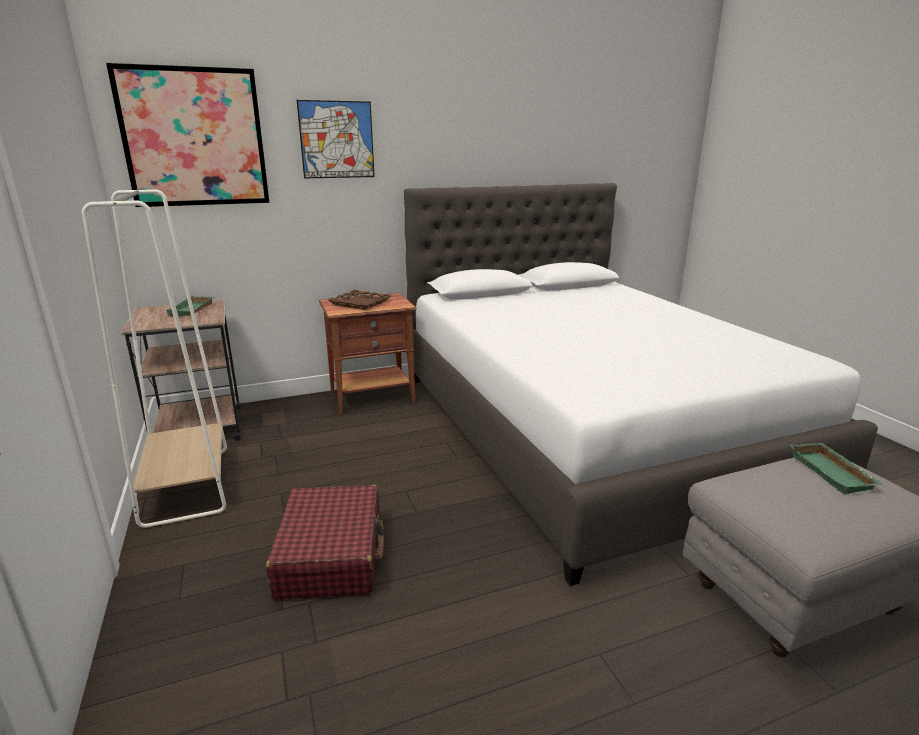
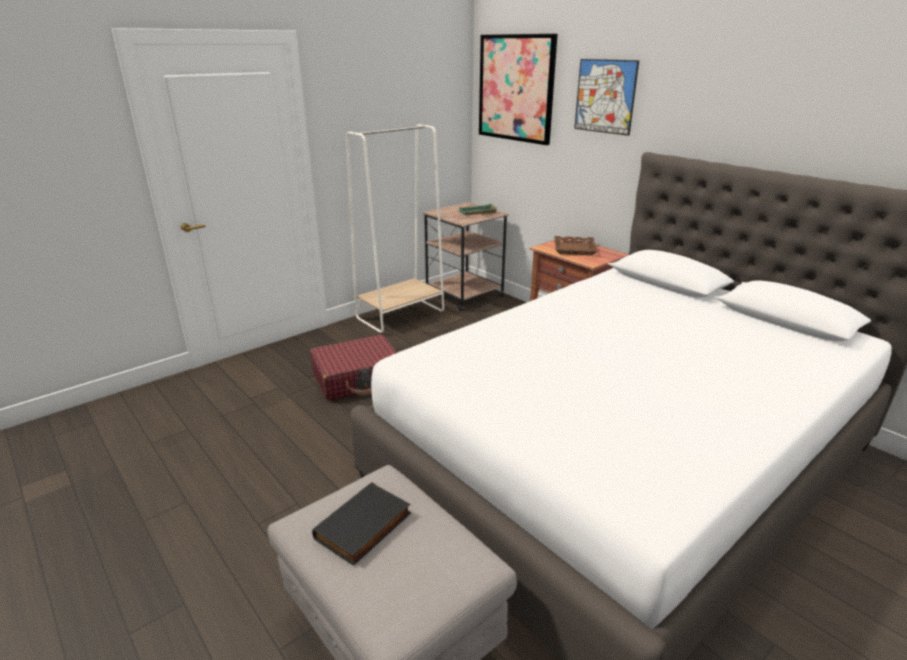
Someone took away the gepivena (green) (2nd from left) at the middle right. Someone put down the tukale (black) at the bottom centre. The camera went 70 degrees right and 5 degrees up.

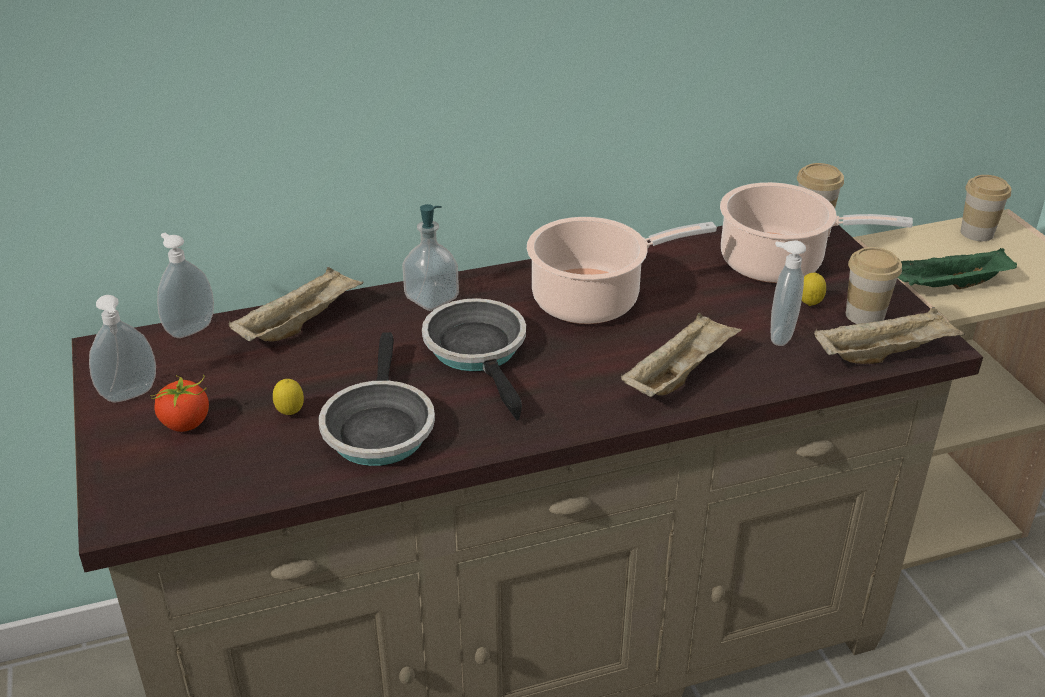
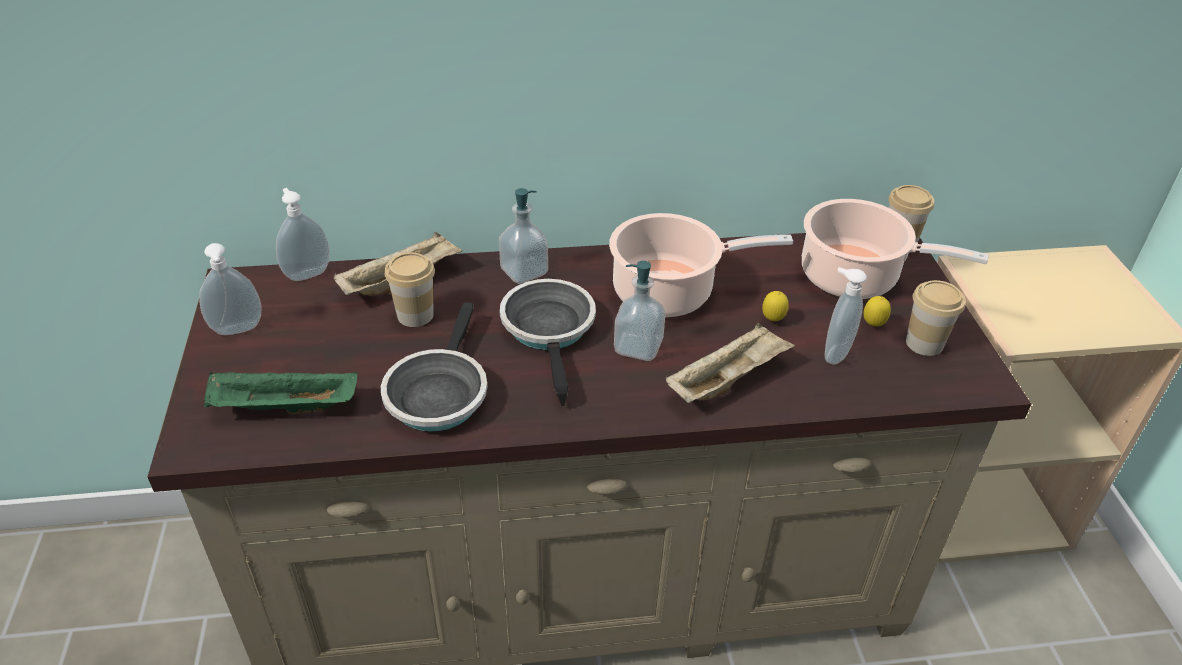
Someone took away the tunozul at the middle left. Someone took away the gepivena (beige) (3rd from left) at the middle right. Someone put down the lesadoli (4th from left) at the centre. Someone carried the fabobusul (1st from left) from the middle left to the centre. Someone carried the gepivena (green) from the middle right to the middle left. Someone carried the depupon (3rd from left in the first image) from the top right to the centre. The camera went 10 degrees right and 5 degrees up.

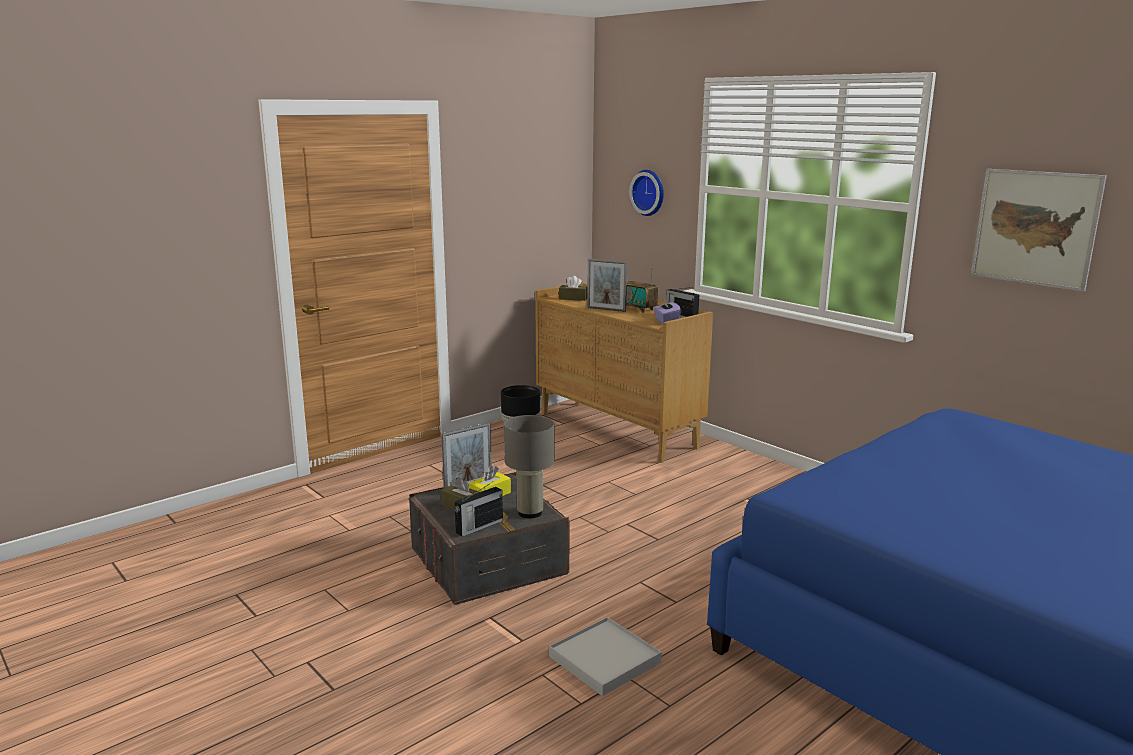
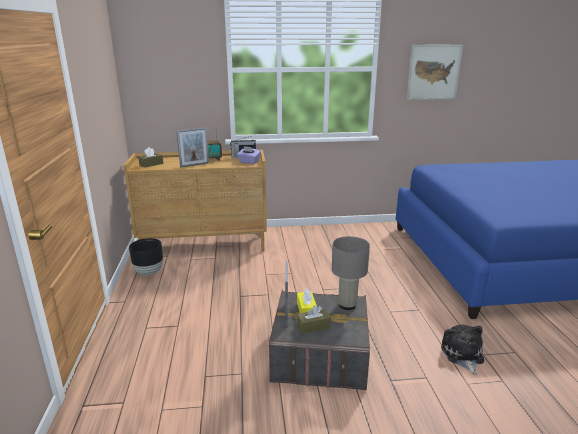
Someone took away the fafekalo (1st from left) at the bottom centre. Someone took away the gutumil at the top centre. Someone swapped the gepivena (white) at the bottom centre for the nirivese at the bottom right. The camera went 55 degrees left and 5 degrees up.

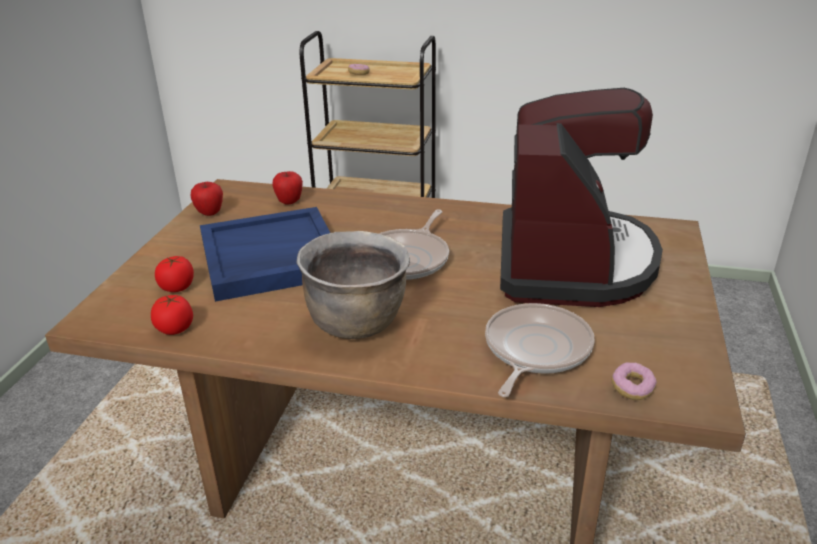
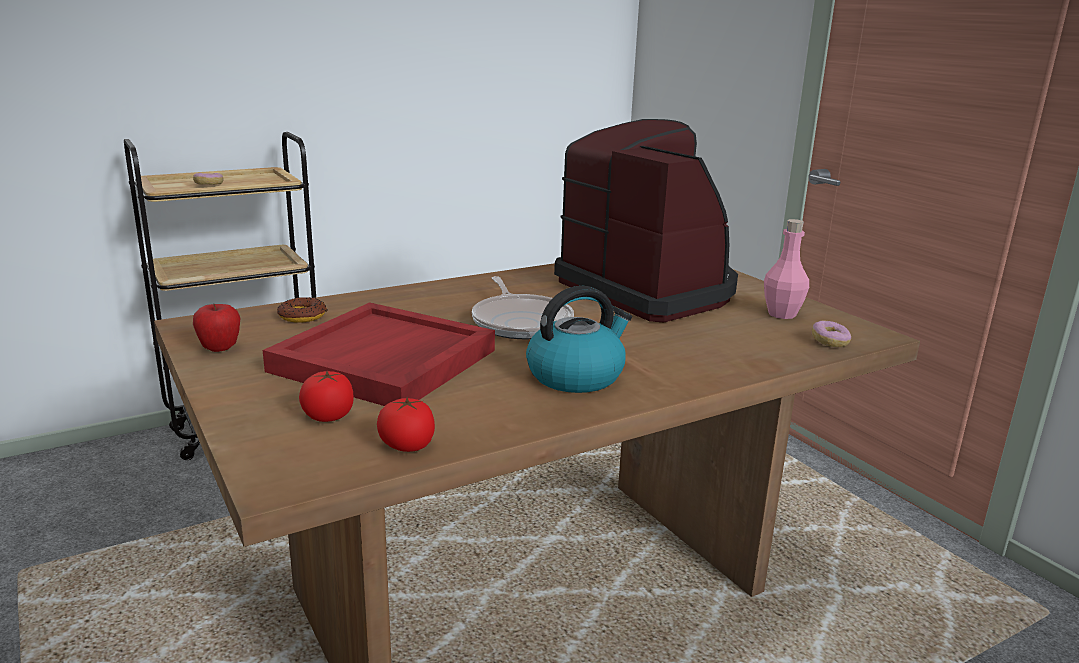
Someone took away the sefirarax (2nd from left) at the centre. Someone put down the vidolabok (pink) at the middle right. Someone swapped the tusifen (2nd from left) at the centre for the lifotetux (2nd from left) at the middle left. Someone swapped the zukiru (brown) at the centre for the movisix at the centre. Someone repainted the gepivena (blue) at the middle left, which became the gepivena (red) at the centre. The camera went 45 degrees left and 10 degrees down.

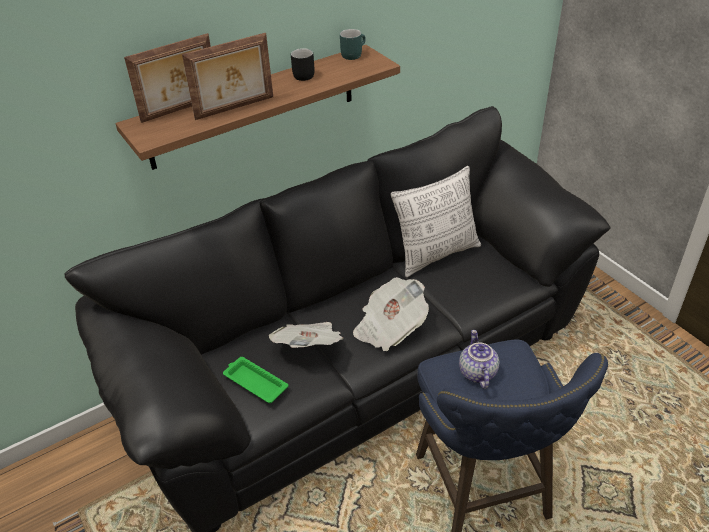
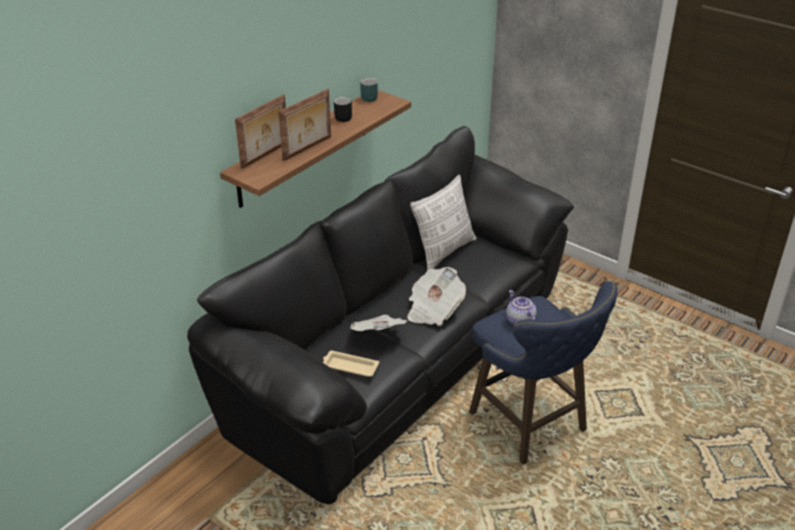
Someone repainted the gepivena (green) at the bottom centre, which became the gepivena (beige) at the bottom centre. The camera went 20 degrees left and 5 degrees down.

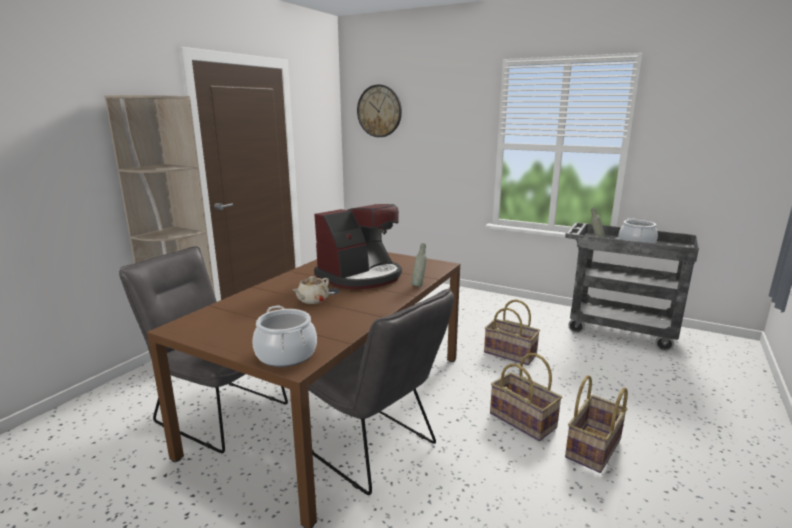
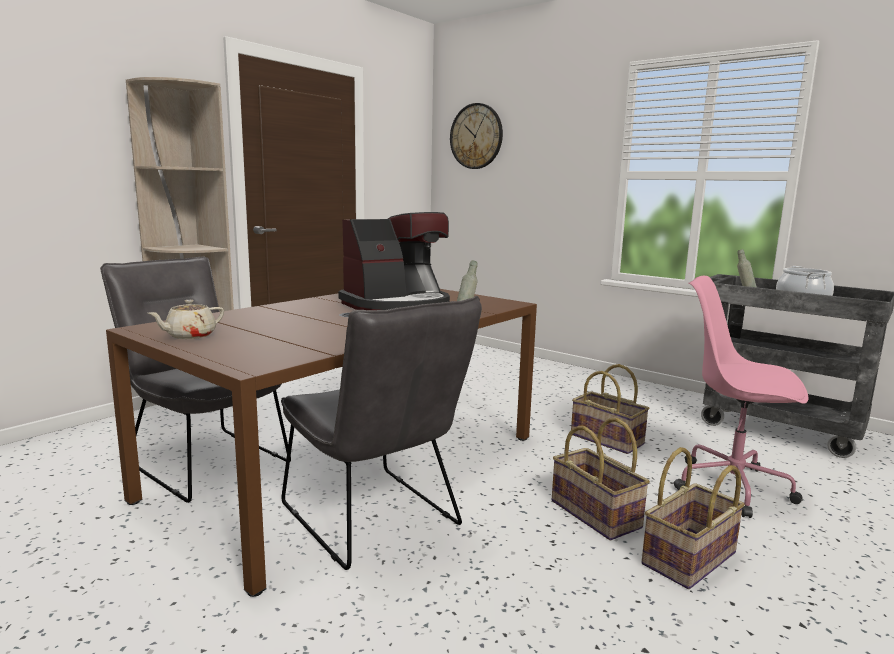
Someone took away the zukiru (1st from left) at the centre. Someone put down the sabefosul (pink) at the middle right. Someone carried the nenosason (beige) from the centre to the middle left. The camera went 10 degrees right and 5 degrees down.

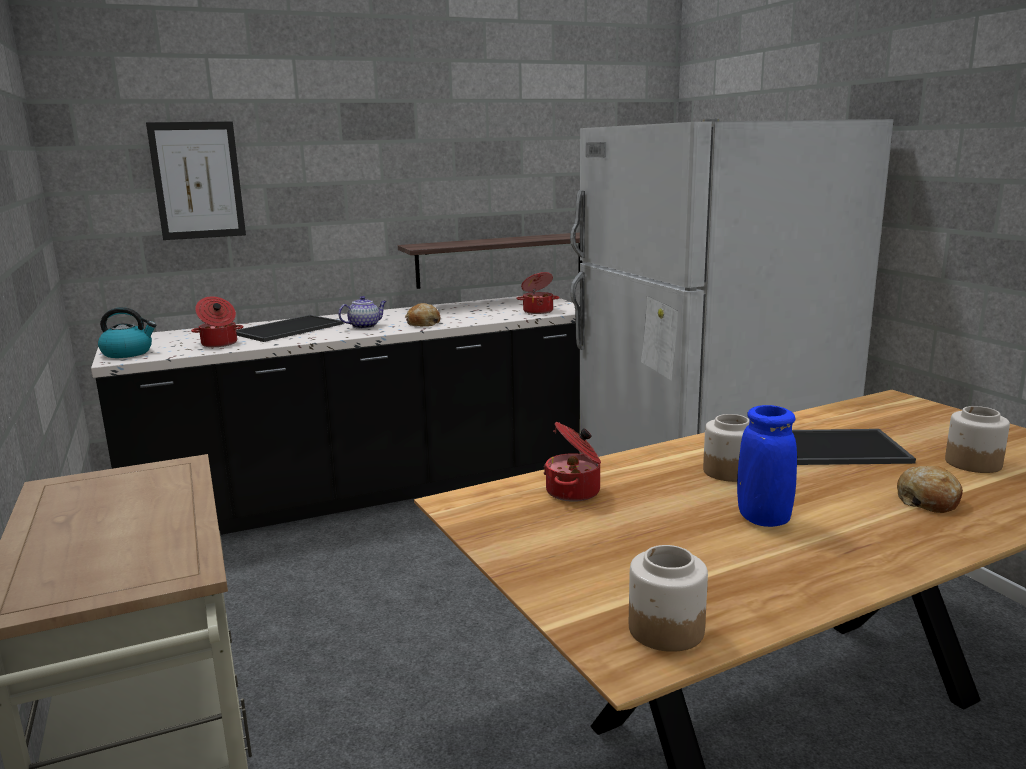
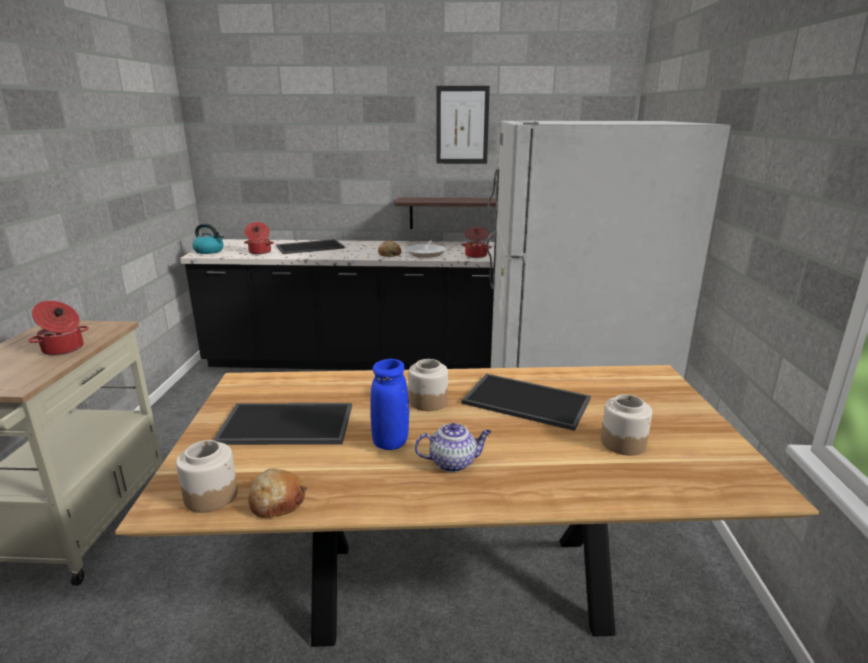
Someone put down the gepivena (1st from left) at the middle left. Someone put down the sefirarax at the centre. Someone carried the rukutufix from the top left to the top centre. Someone carried the nenosason from the centre to the bottom centre. Someone carried the zukiru (3rd from left in the first image) from the centre to the middle left. Someone carried the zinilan (2nd from left in the first image) from the middle right to the bottom left. The camera went 25 degrees right and 5 degrees up.

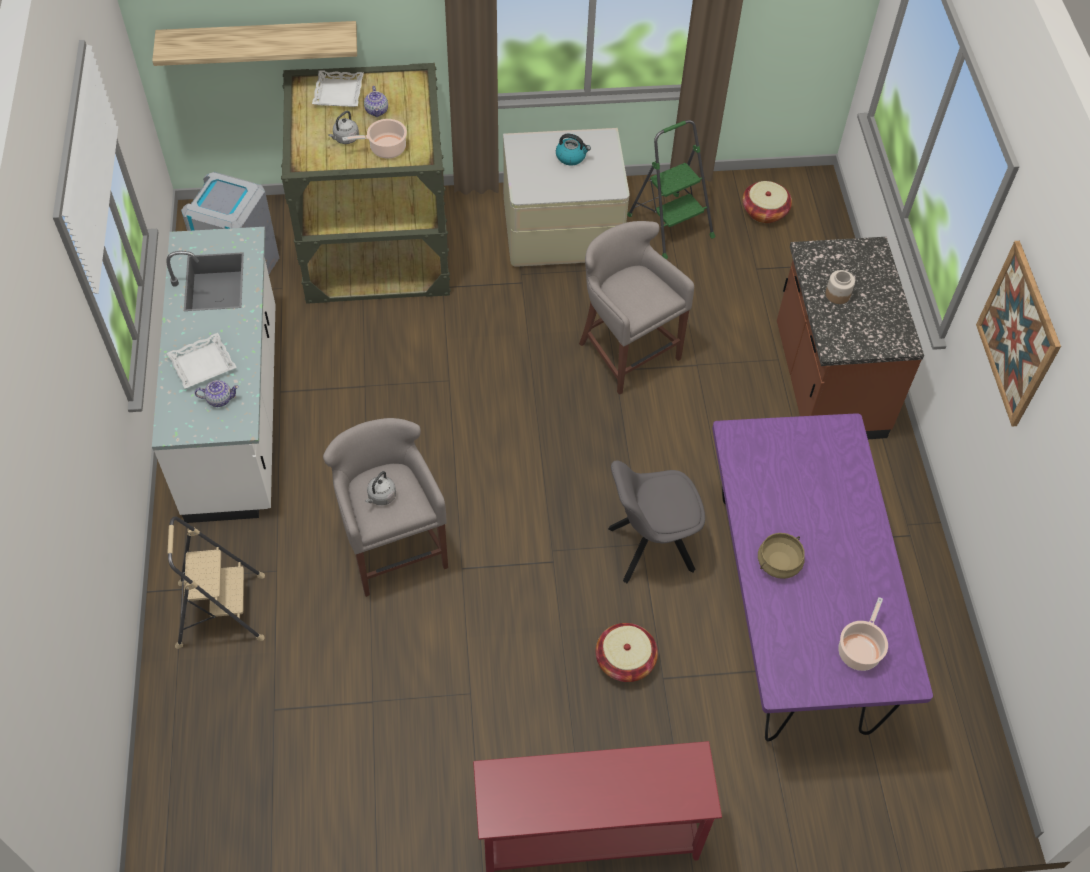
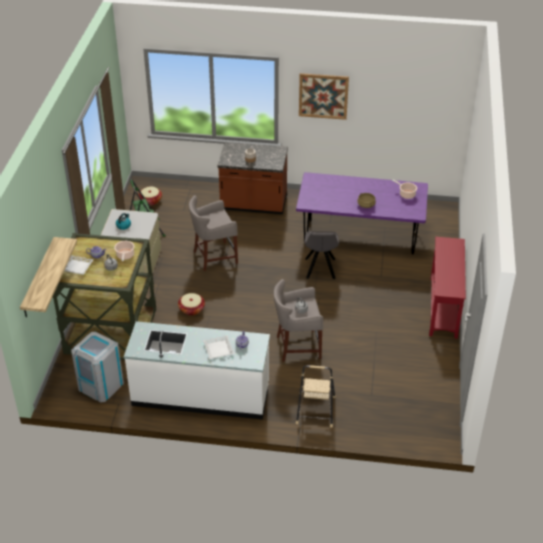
Someone carried the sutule (1st from left in the first image) from the bottom centre to the centre. The camera went 75 degrees left and 15 degrees down.

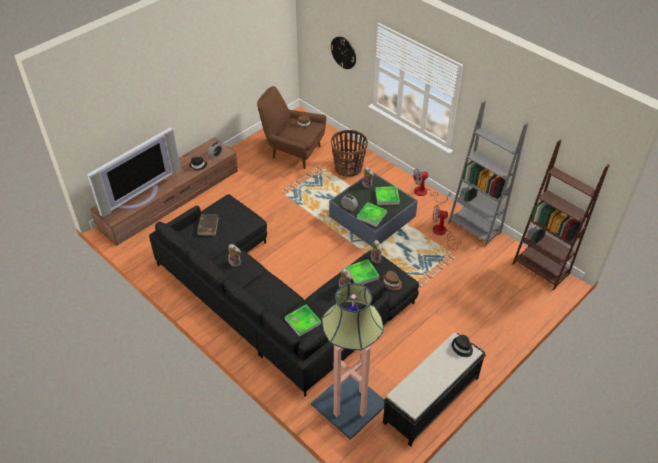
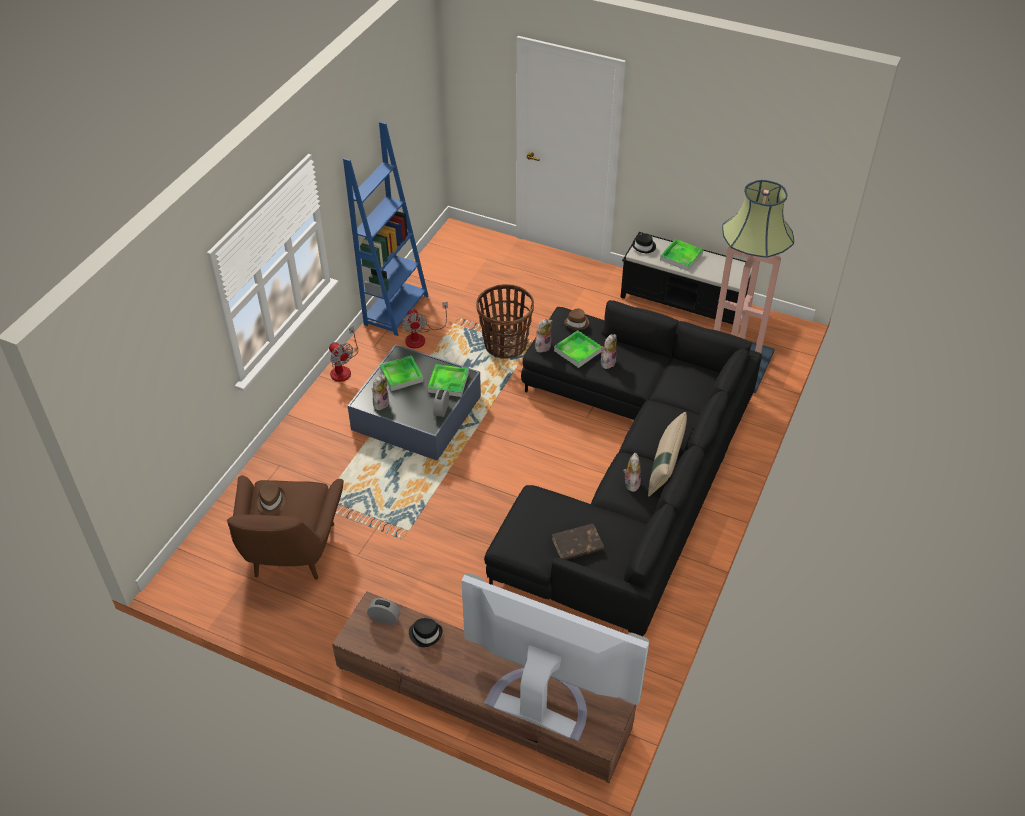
Someone took away the gutumil at the top centre. Someone took away the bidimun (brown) at the middle right. Someone put down the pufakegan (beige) at the centre. Someone carried the gepivena (1st from left in the first image) from the bottom centre to the top centre. Someone carried the sutule from the top centre to the centre. Someone repainted the bidimun (grey) at the middle right, which became the bidimun (blue) at the top centre. The camera went 110 degrees left and 0 degrees up.

